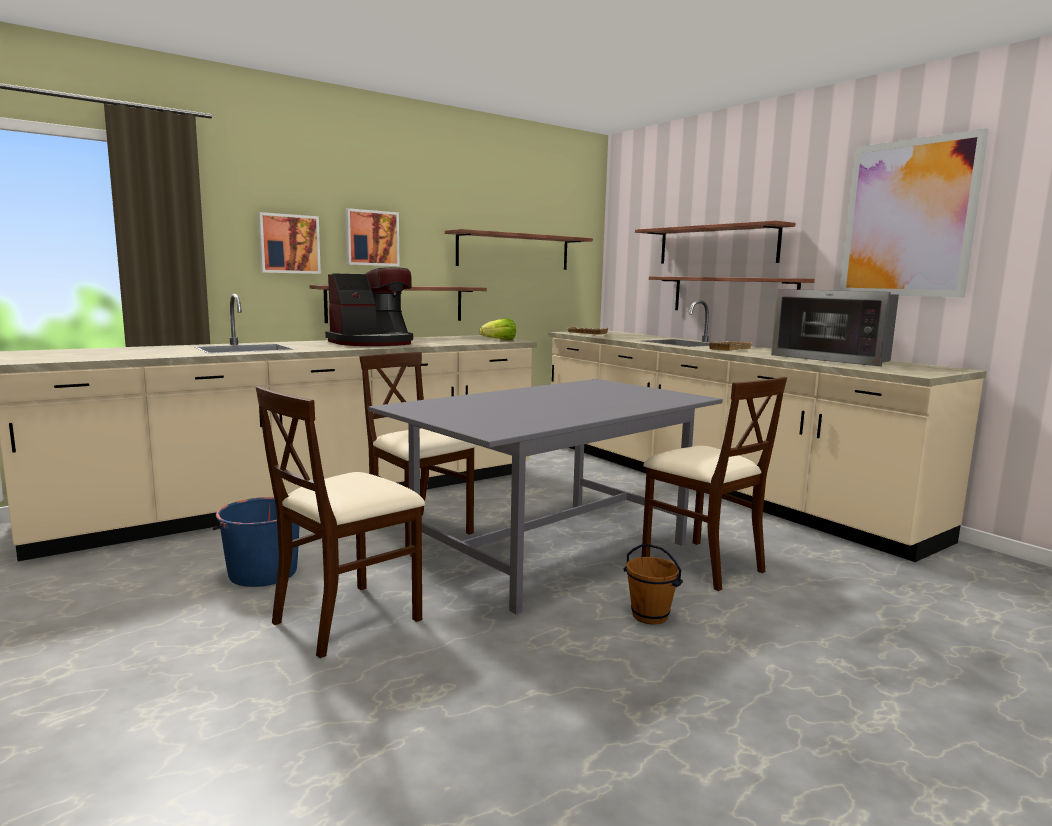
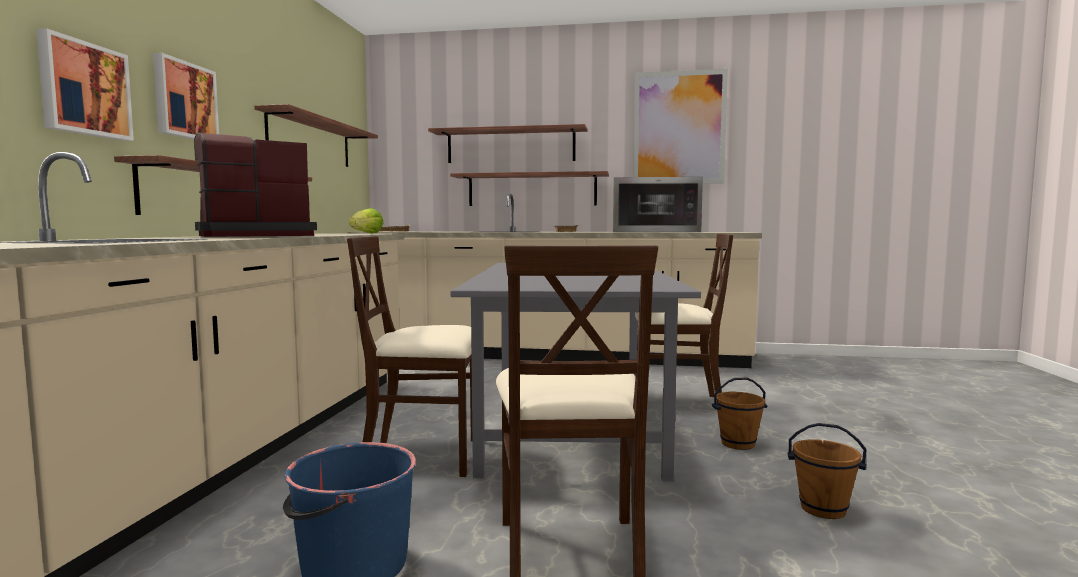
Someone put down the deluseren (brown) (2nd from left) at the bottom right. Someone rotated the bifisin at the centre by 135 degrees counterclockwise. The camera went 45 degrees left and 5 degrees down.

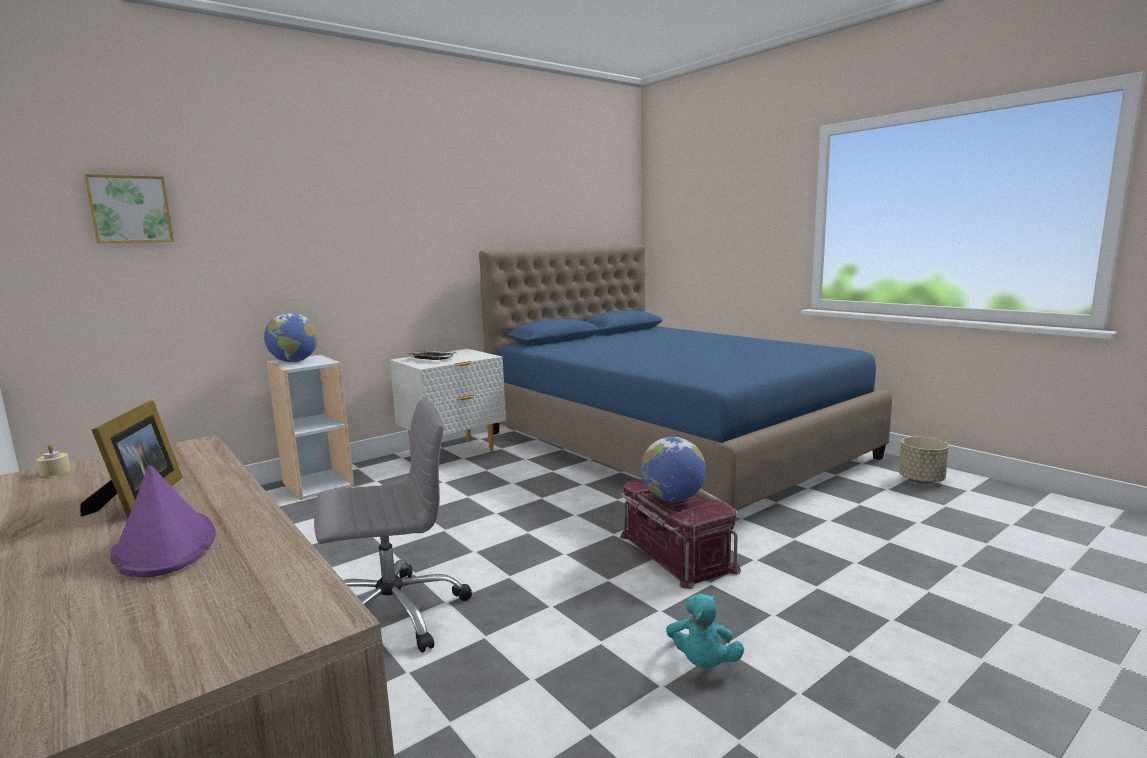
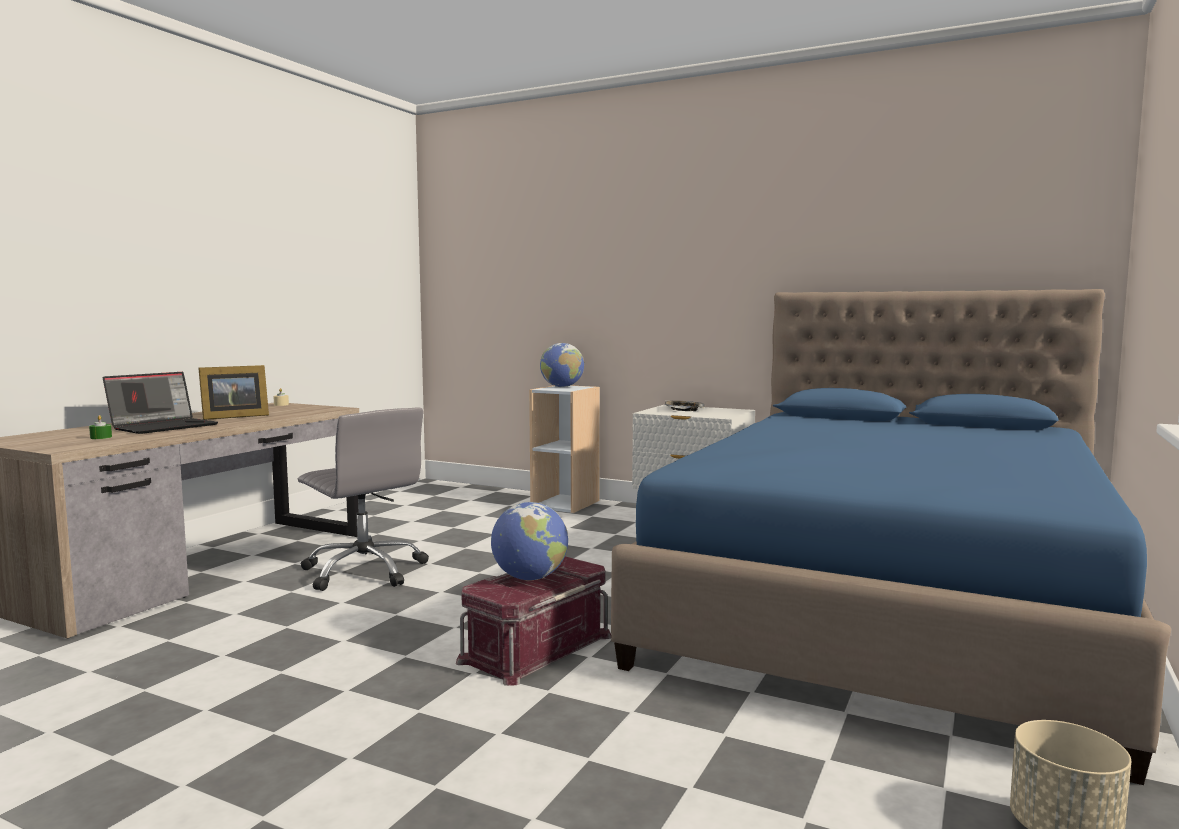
Someone took away the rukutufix at the top left. Someone took away the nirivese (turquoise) at the bottom centre. Someone put down the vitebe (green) at the middle left. Someone swapped the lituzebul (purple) at the bottom left for the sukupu at the middle left. The camera went 65 degrees right and 5 degrees down.

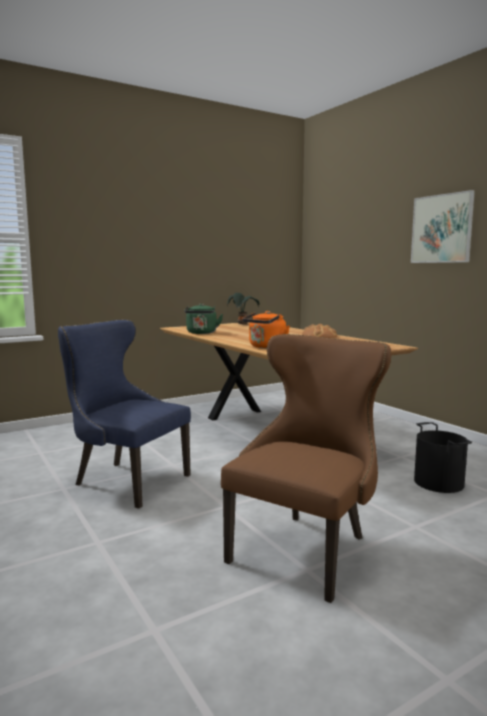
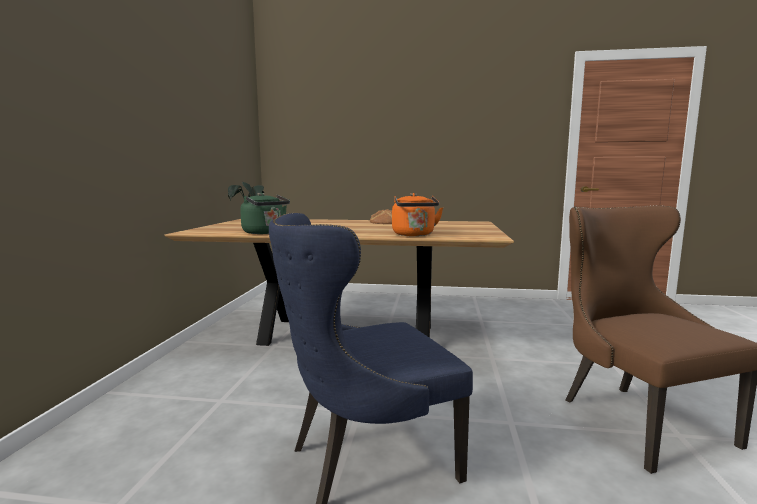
Someone took away the rukutufix at the top right. Someone took away the deluseren (black) at the middle right. The camera went 50 degrees left and 0 degrees up.

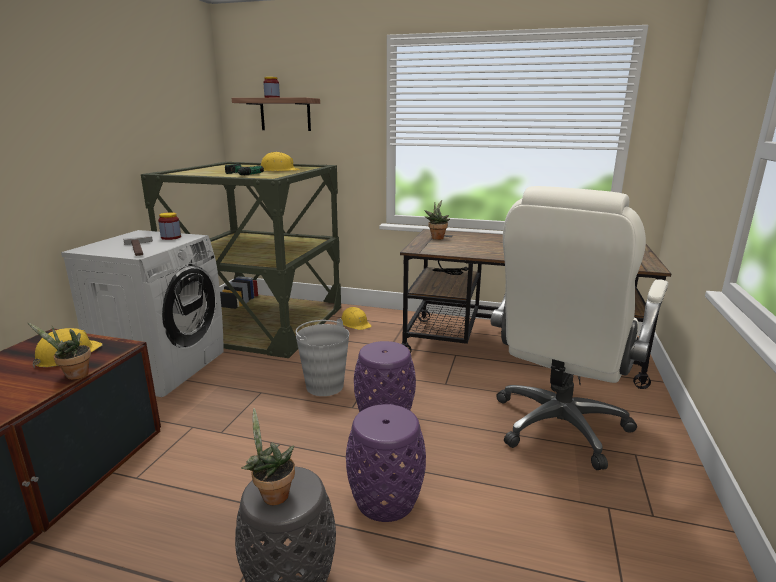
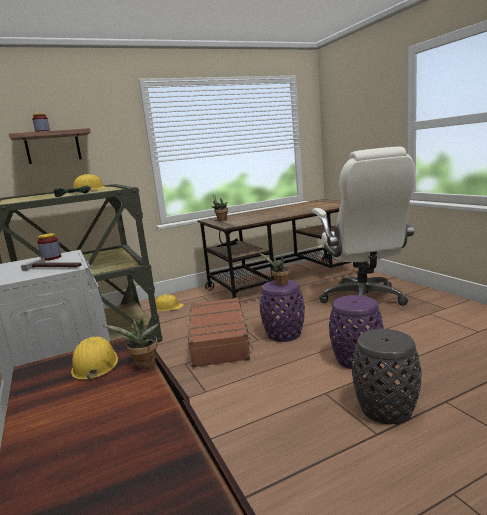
Someone carried the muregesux (2nd from left in the first image) from the bottom centre to the centre. Someone swapped the deluseren (grey) at the centre for the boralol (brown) at the centre. The camera went 40 degrees left and 5 degrees down.

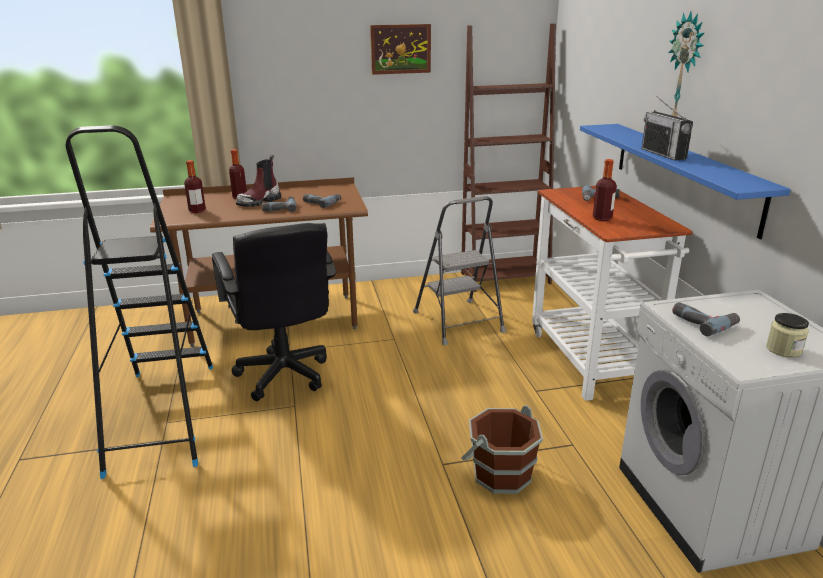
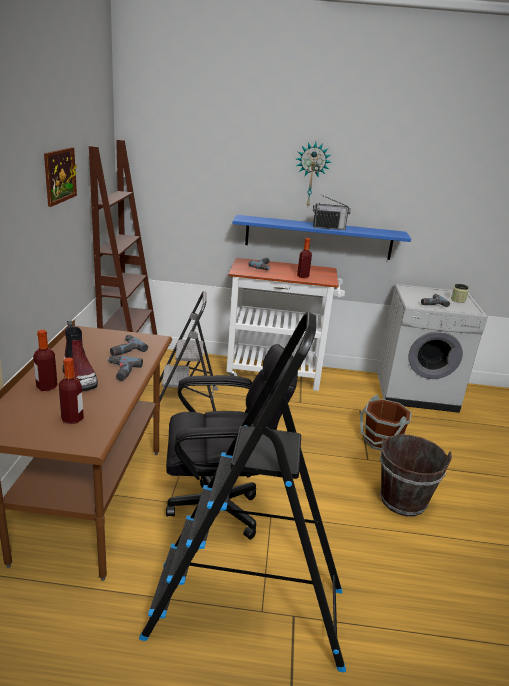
Someone put down the deluseren (brown) (2nd from left) at the bottom right. The camera went 75 degrees left and 0 degrees up.

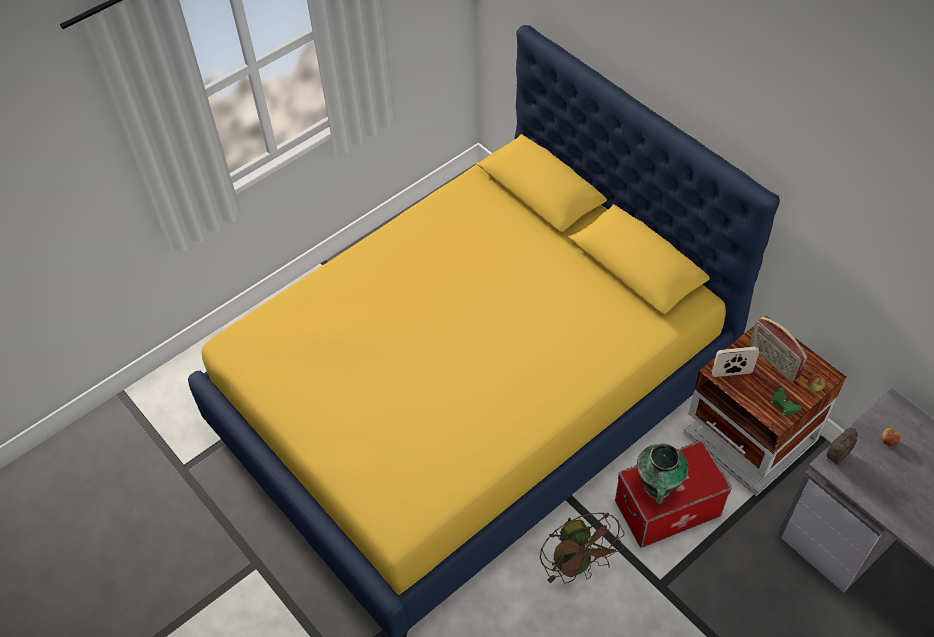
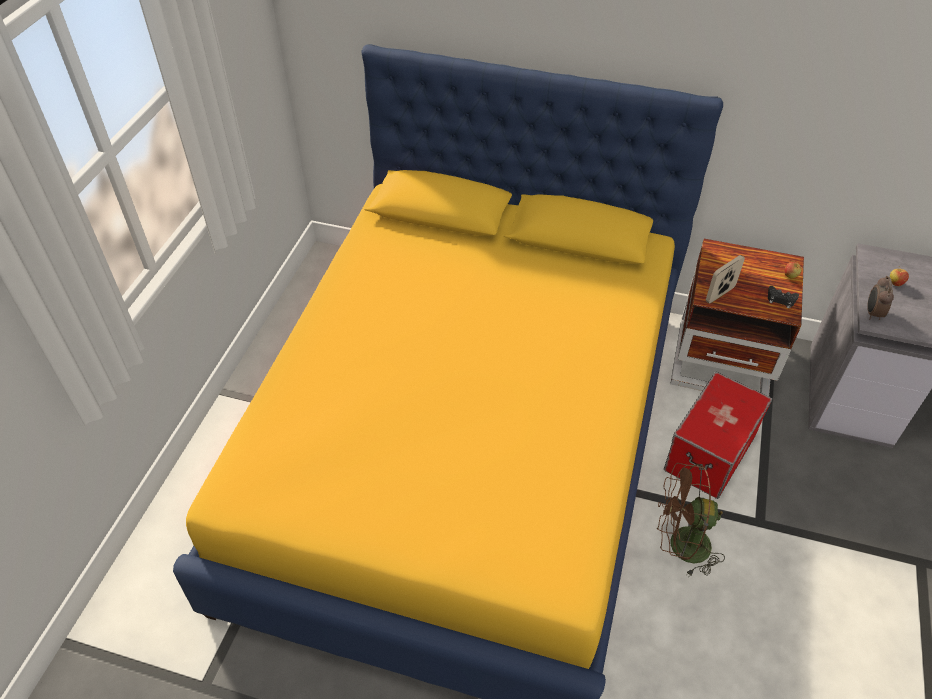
Someone took away the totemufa at the bottom right. Someone took away the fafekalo at the middle right. Someone repainted the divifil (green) at the middle right, which became the divifil (black) at the middle right. Someone rotated the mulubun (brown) at the bottom centre by 150 degrees clockwise. The camera went 35 degrees left and 5 degrees down.

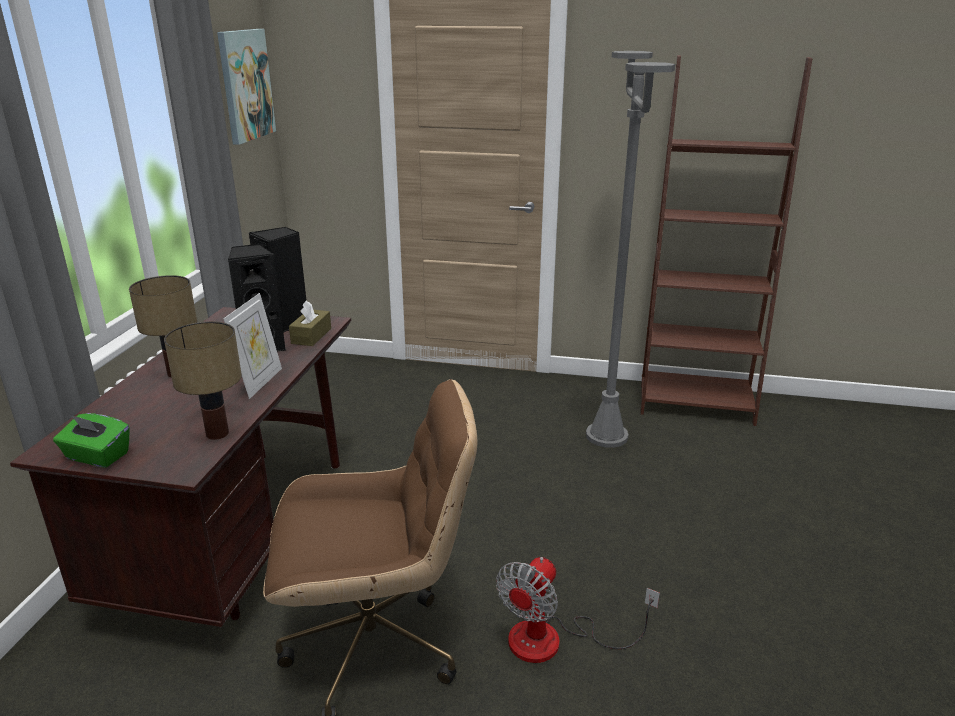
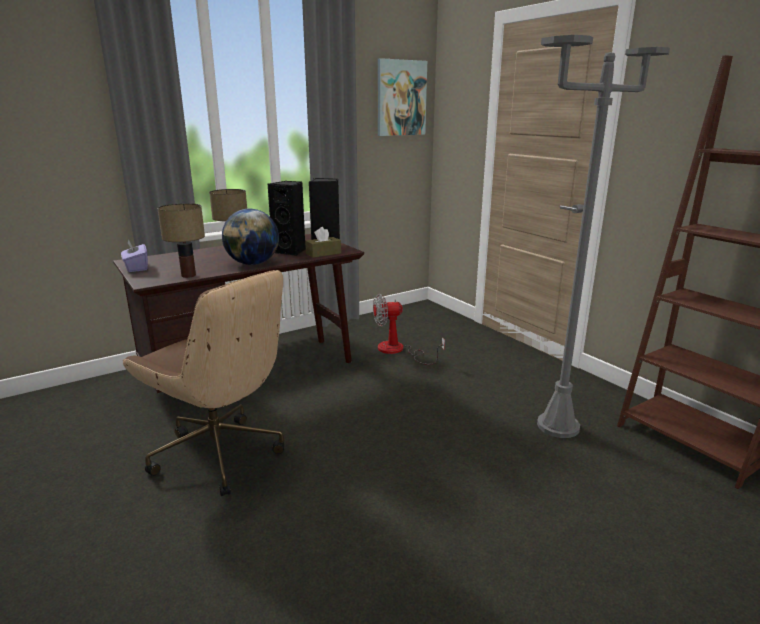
Someone carried the mulubun from the bottom centre to the centre. Someone swapped the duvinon at the middle left for the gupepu at the middle left. Someone repainted the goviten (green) at the middle left, which became the goviten (purple) at the middle left. The camera went 45 degrees right and 5 degrees down.

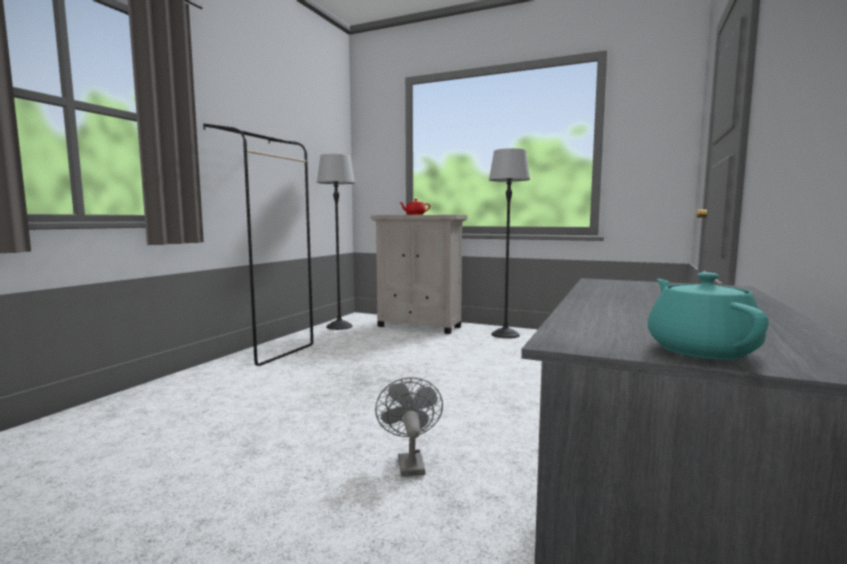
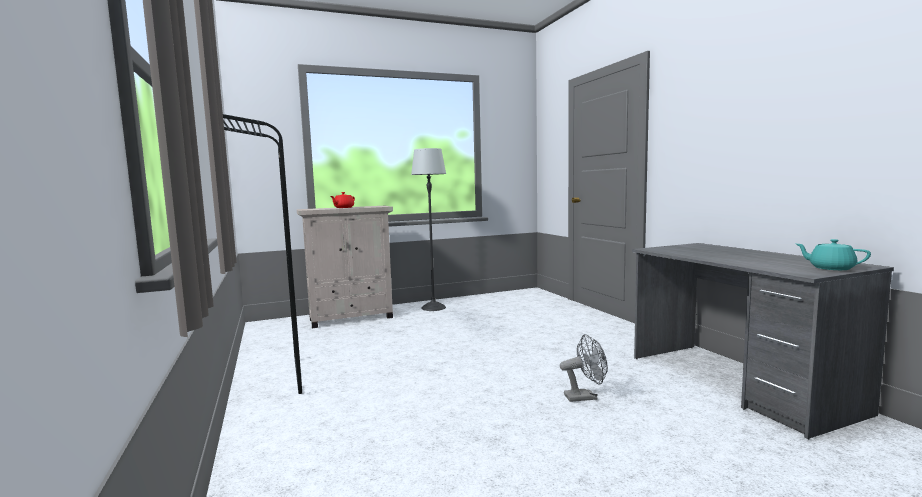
Someone took away the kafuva (1st from left) at the centre. Someone rotated the mulubun (grey) at the bottom centre by 135 degrees clockwise. The camera went 45 degrees left and 0 degrees up.

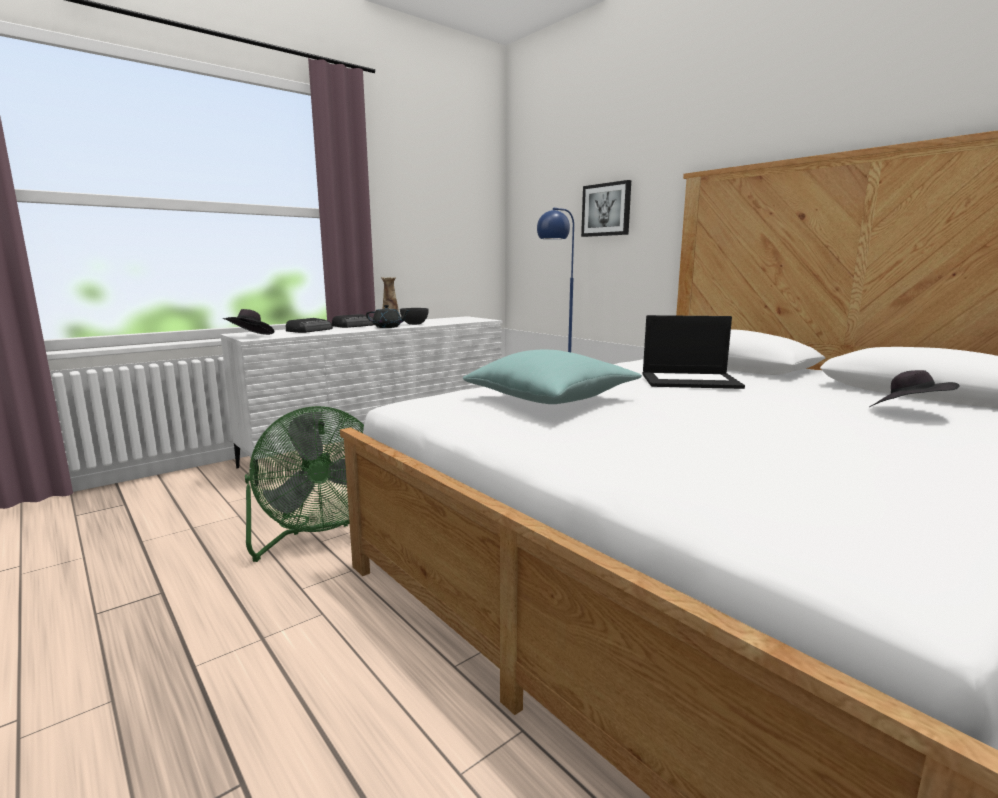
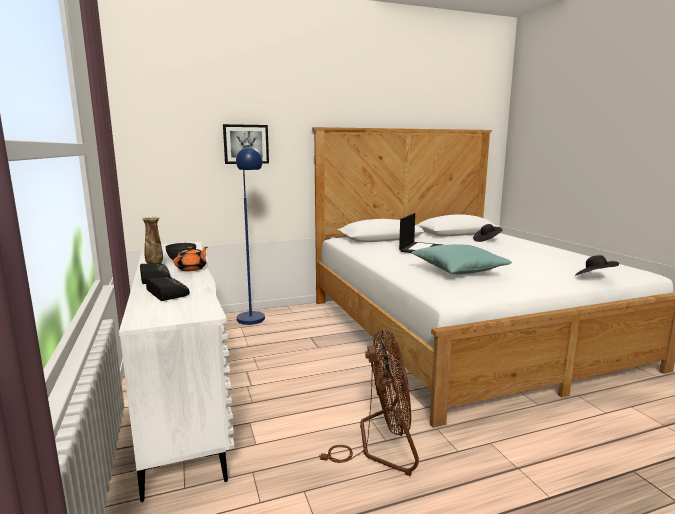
Someone carried the lituzebul (black) (1st from left in the first image) from the middle left to the middle right. Someone repainted the mulubun (green) at the middle left, which became the mulubun (brown) at the bottom centre. Someone repainted the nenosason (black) at the centre, which became the nenosason (orange) at the middle left. The camera went 70 degrees left and 0 degrees up.

